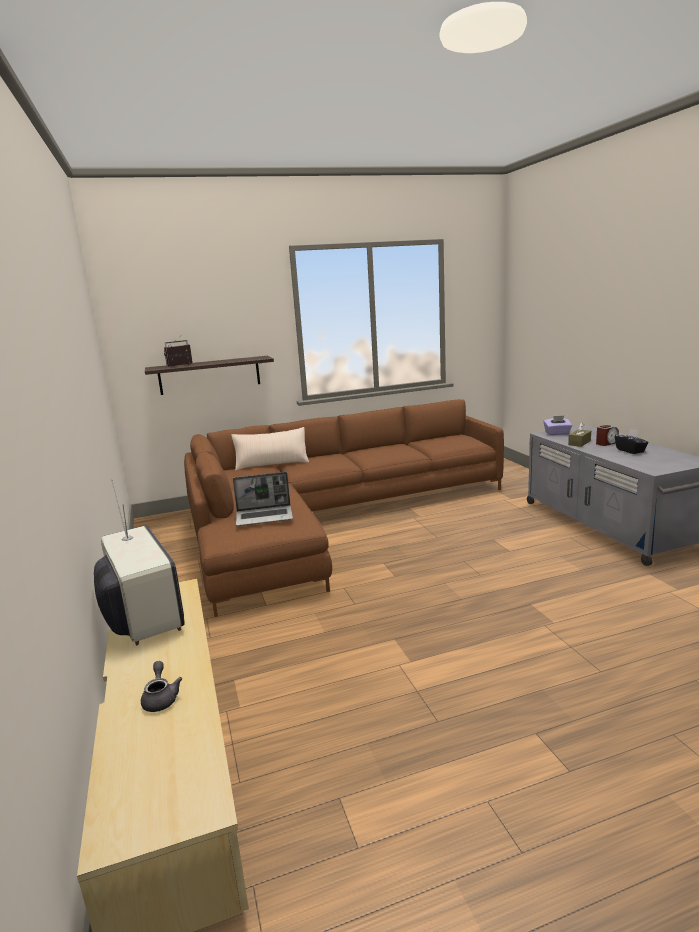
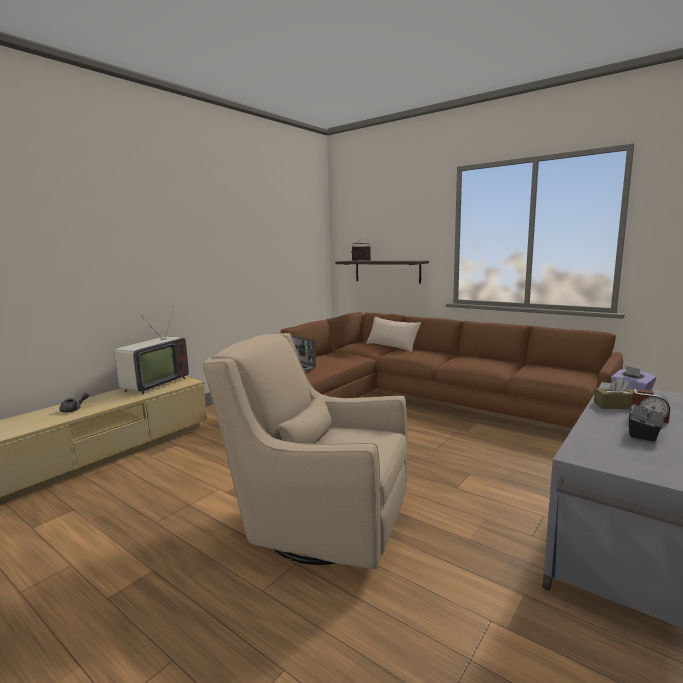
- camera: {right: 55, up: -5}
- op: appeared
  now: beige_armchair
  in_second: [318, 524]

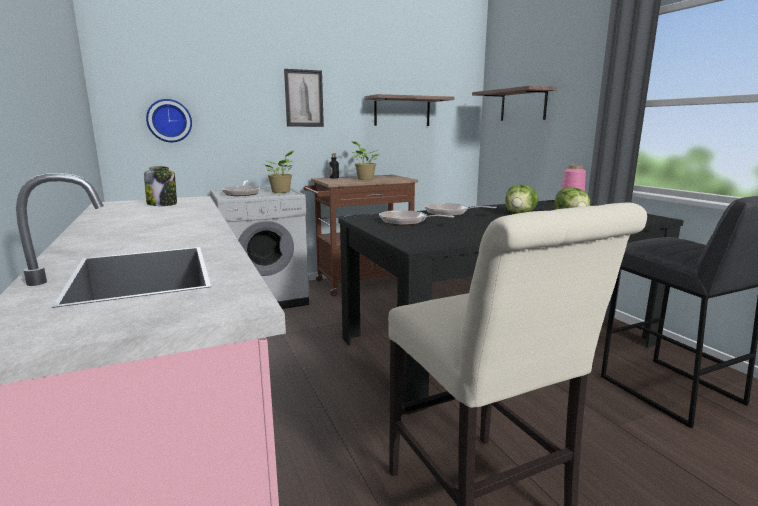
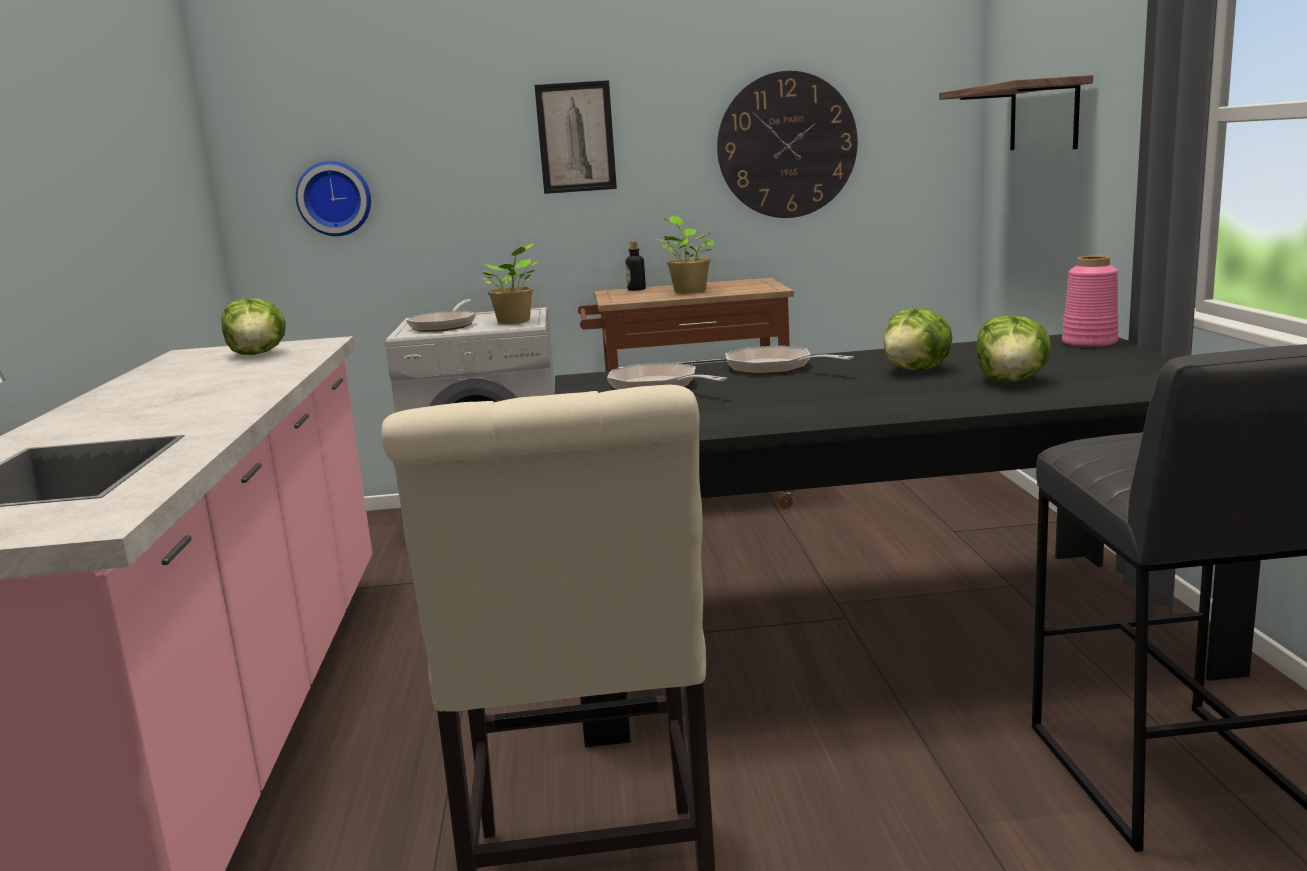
- camera: {right: 20, up: 0}
- op: exchanged
  was: jar
  now: lettuce
  in_first: [163, 204]
  in_second: [257, 354]
- op: exchanged
  was: shelf
  now: wall_clock
  in_first: [402, 111]
  in_second: [787, 145]

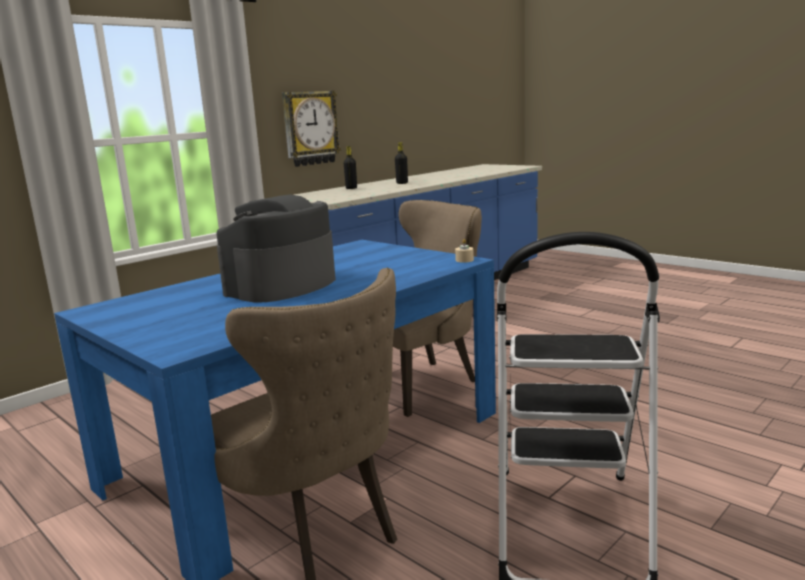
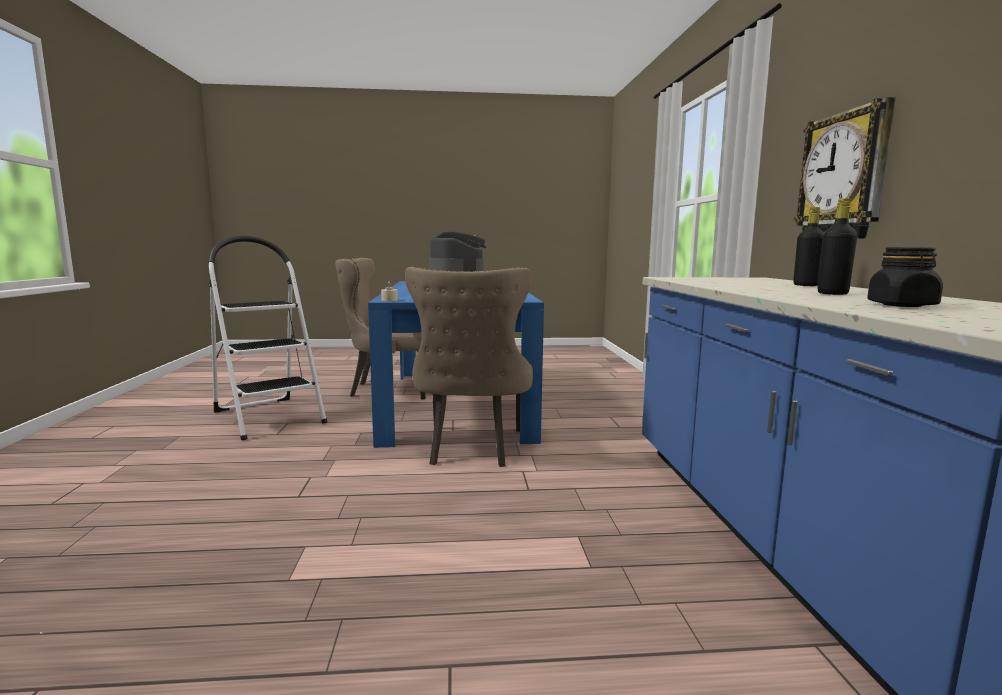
- camera: {right: 130, up: -5}
- op: appeared
  now: black_jar
  in_second: [902, 305]

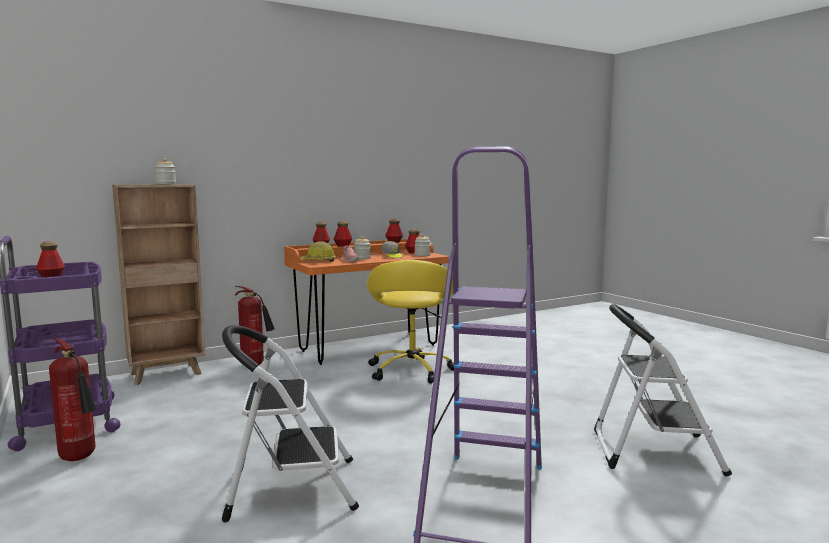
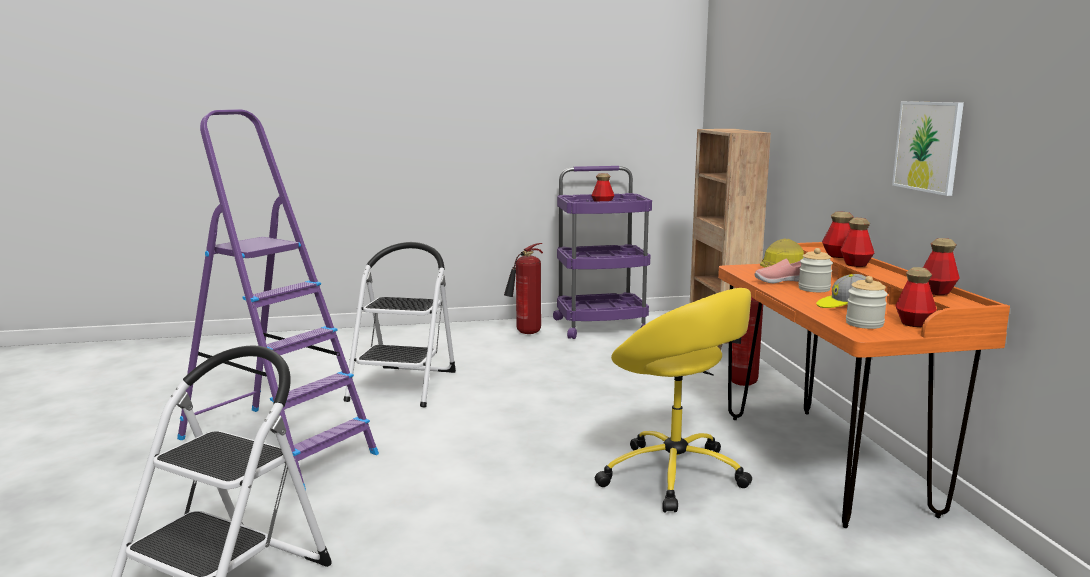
- camera: {right: 110, up: 5}
- op: spun
  was: yellow_office_chair
  in_first: [411, 371]
  in_second: [675, 476]
  clockwise: -150
- op: appeared
  now: picture
  in_second: [928, 146]
- op: missing
  was: jar
  in_first: [166, 184]

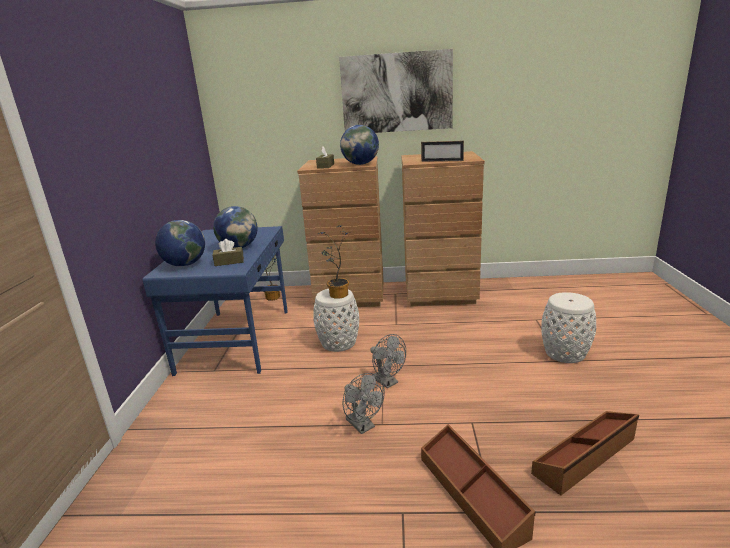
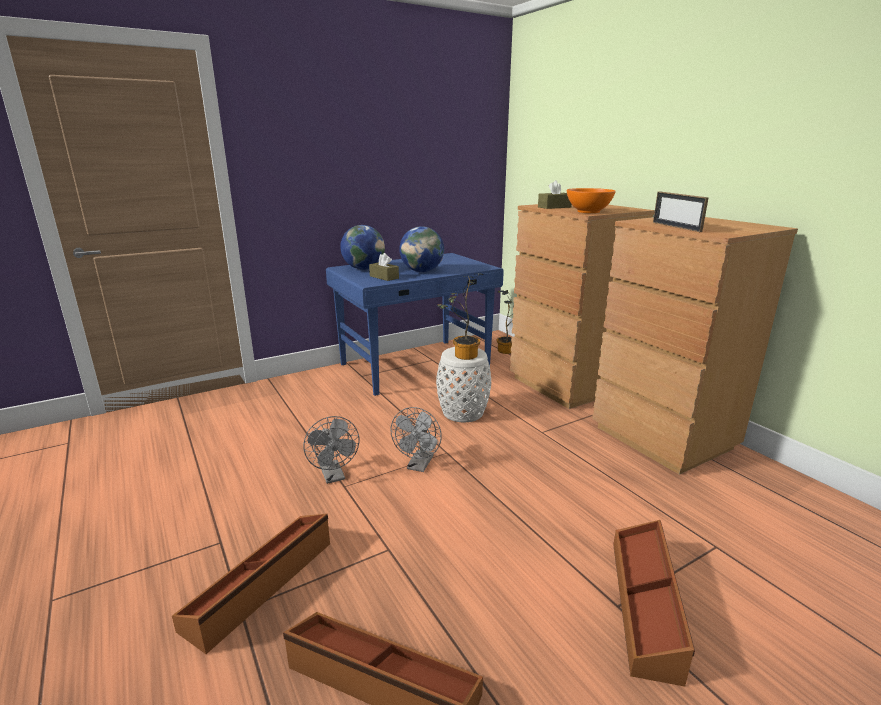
- camera: {right: 55, up: 0}
- op: spun
  was: grey_fan
  in_first: [363, 426]
  in_second: [334, 476]
  clockwise: -45
- op: exchanged
  was: globe
  now: orange_bowl
  in_first: [360, 164]
  in_second: [588, 212]
- op: exchanged
  was: white_stool
  now: brown_storage_box
  in_first: [565, 353]
  in_second: [646, 605]
- op: missing
  was: picture
  in_first: [396, 93]

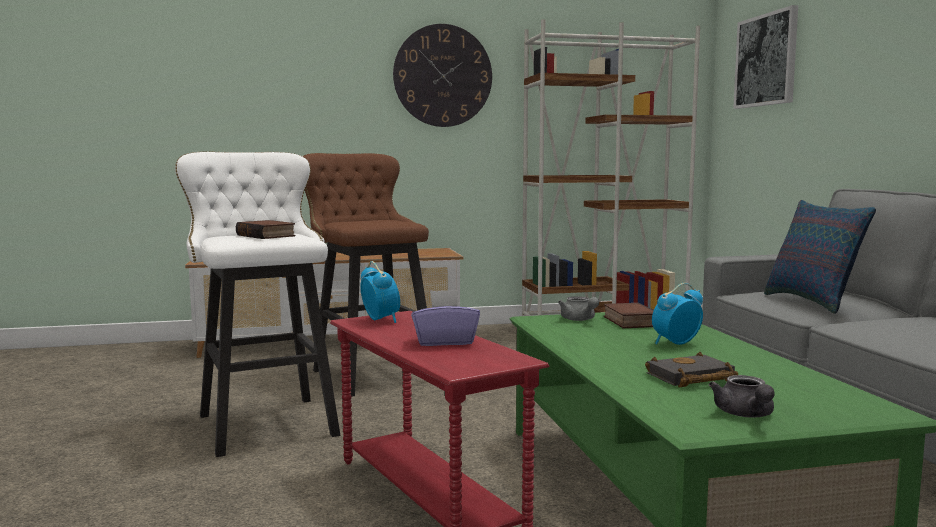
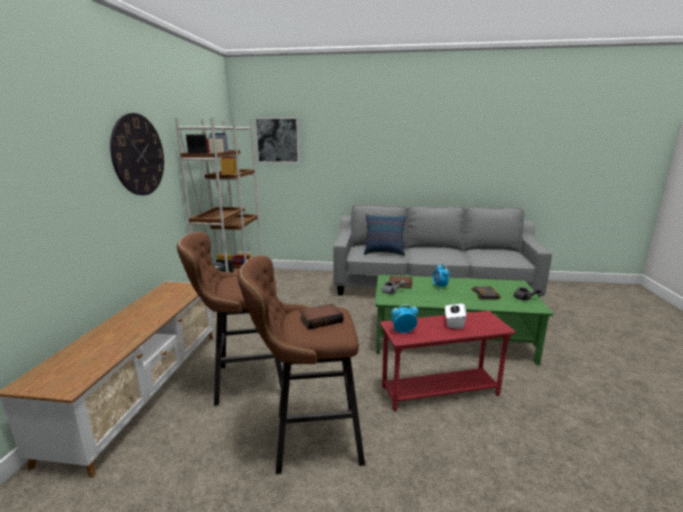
- camera: {right: -70, up: 10}
- op: colour
  was: white_stool
  now: brown_stool
  in_first: [264, 419]
  in_second: [305, 438]
- op: colour
  was: purple_tissue_box
  now: white_tissue_box
  in_first: [444, 341]
  in_second: [454, 323]

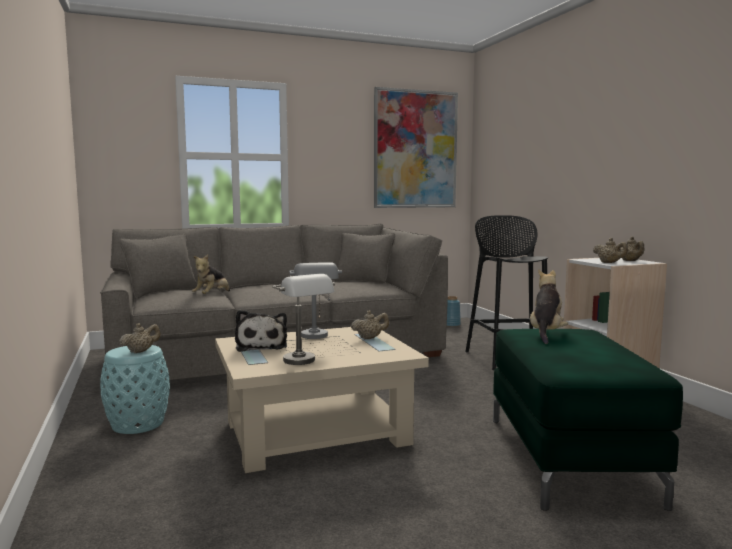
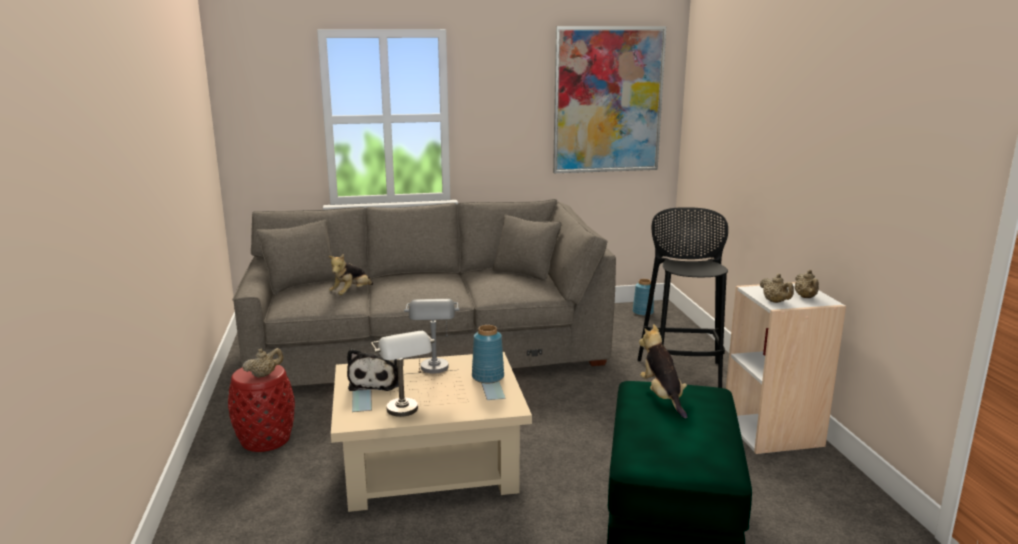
- camera: {right: 10, up: 10}
- op: colour
  was: turquoise_stool
  now: red_stool
  in_first: [138, 424]
  in_second: [266, 439]
- op: exchanged
  was: beige_teapot
  now: blue_vase
  in_first: [370, 338]
  in_second: [488, 377]
- op: spun
  was: plush_toy
  in_first: [546, 333]
  in_second: [662, 397]
  clockwise: -45

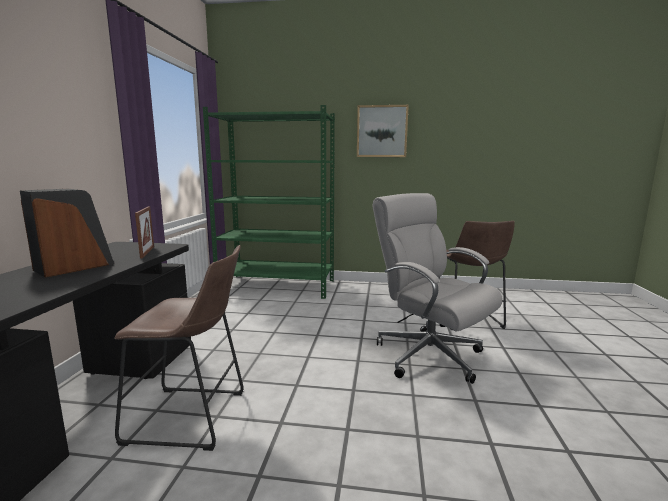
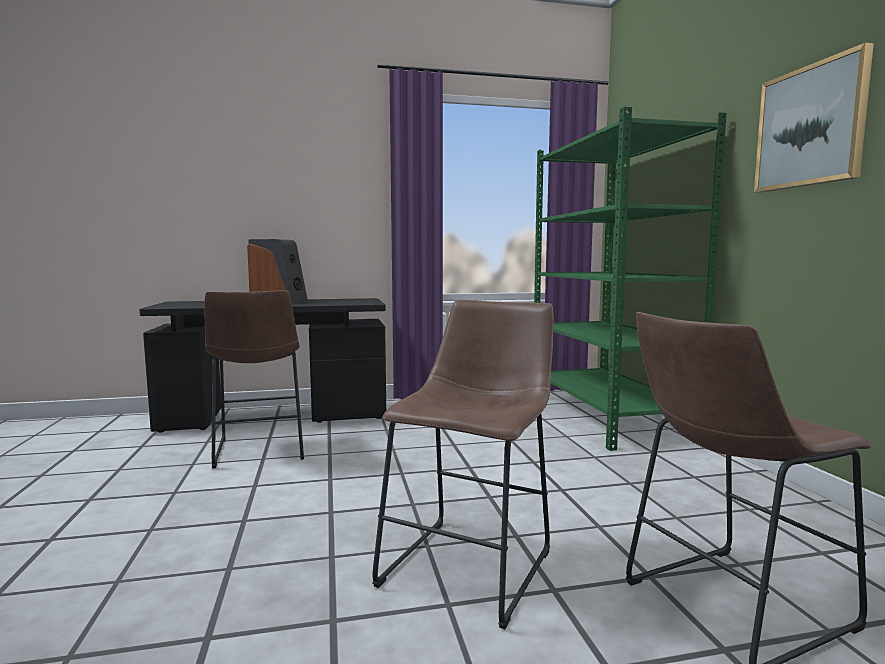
- camera: {right: 70, up: -5}
- op: exchanged
  was: grey_office_chair
  now: brown_stool
  in_first: [429, 356]
  in_second: [472, 563]
- op: missing
  was: picture_frame
  in_first: [147, 252]

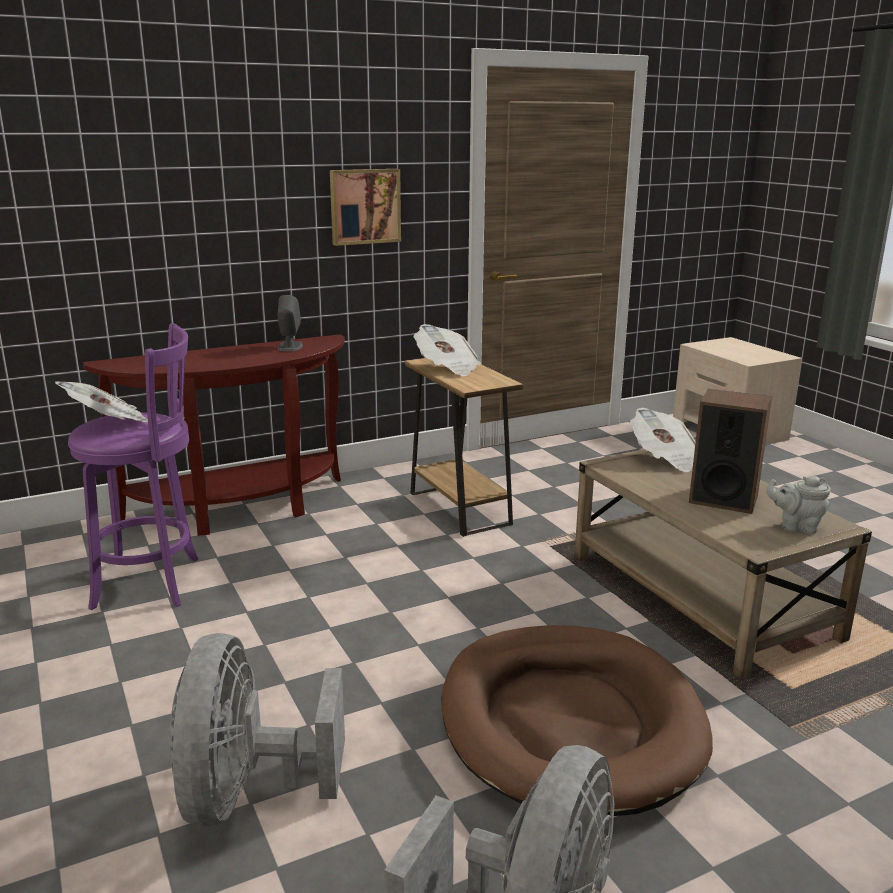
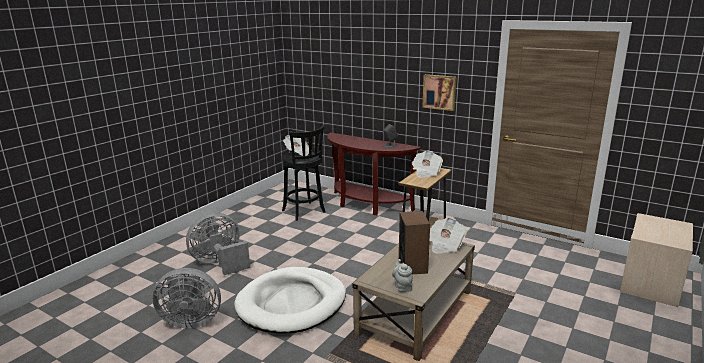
- camera: {right: 60, up: 0}
- op: colour
  was: brown_dog_bed
  now: white_dog_bed
  in_first: [569, 722]
  in_second: [292, 303]
- op: colour
  was: purple_stool
  now: black_stool
  in_first: [153, 583]
  in_second: [304, 212]

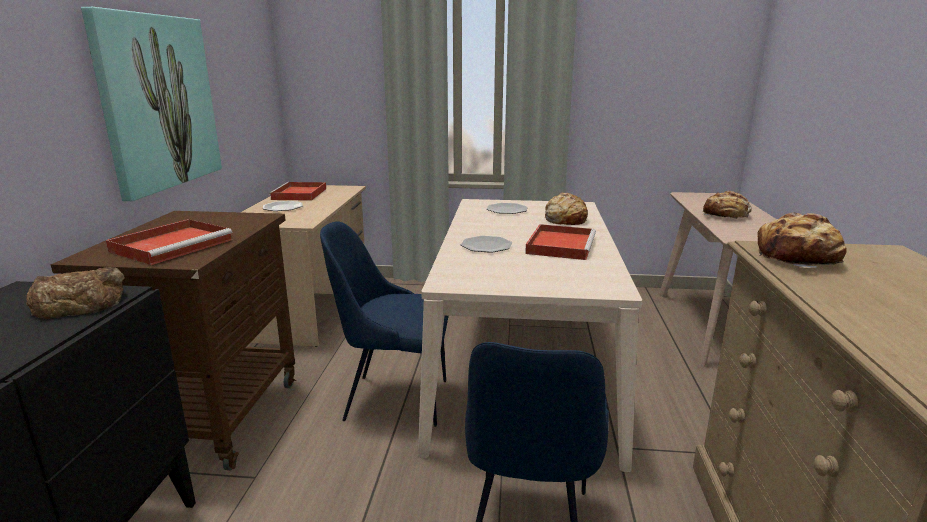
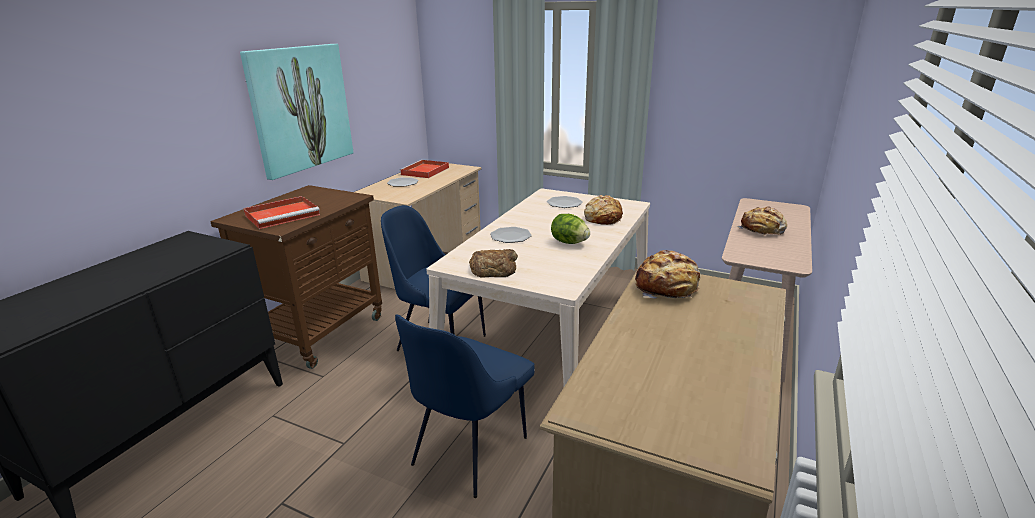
- camera: {right: 20, up: 5}
- op: relocated
  was: bread
  in_first: [80, 302]
  in_second: [493, 268]
- op: exchanged
  was: red_tray
  now: lettuce
  in_first: [560, 245]
  in_second: [569, 242]

